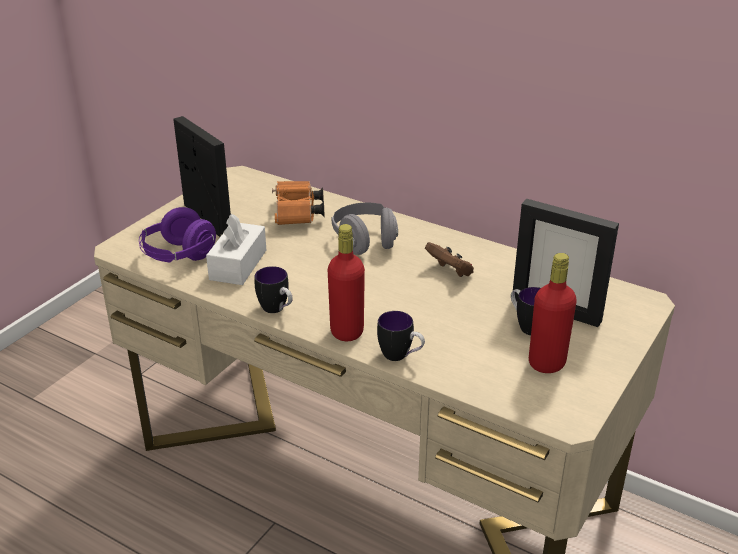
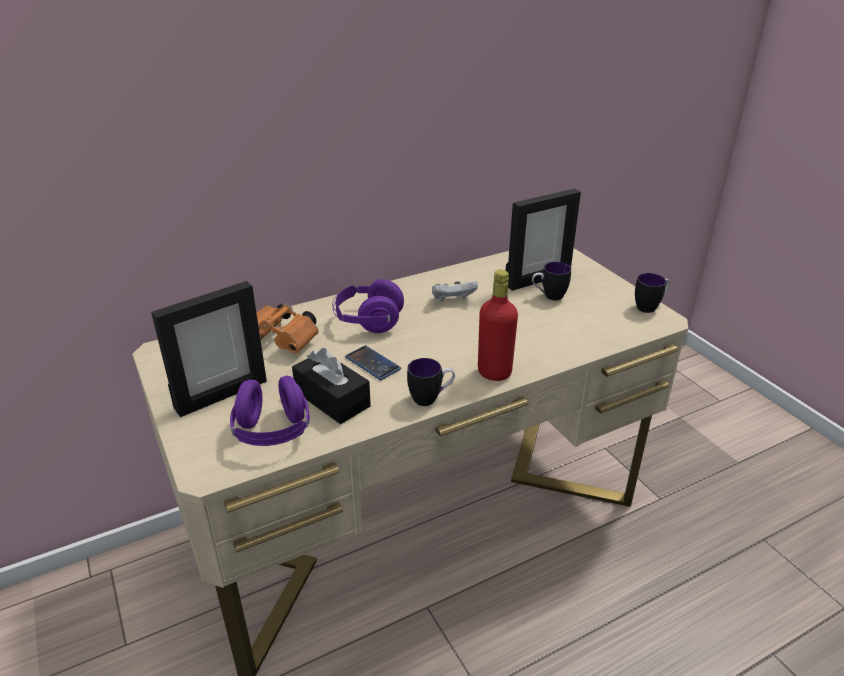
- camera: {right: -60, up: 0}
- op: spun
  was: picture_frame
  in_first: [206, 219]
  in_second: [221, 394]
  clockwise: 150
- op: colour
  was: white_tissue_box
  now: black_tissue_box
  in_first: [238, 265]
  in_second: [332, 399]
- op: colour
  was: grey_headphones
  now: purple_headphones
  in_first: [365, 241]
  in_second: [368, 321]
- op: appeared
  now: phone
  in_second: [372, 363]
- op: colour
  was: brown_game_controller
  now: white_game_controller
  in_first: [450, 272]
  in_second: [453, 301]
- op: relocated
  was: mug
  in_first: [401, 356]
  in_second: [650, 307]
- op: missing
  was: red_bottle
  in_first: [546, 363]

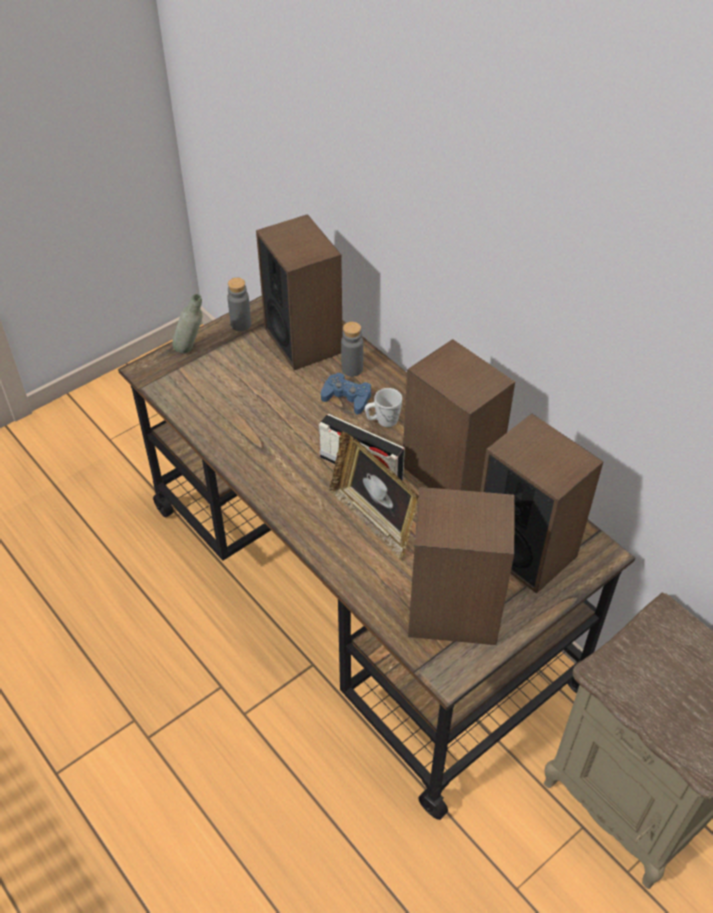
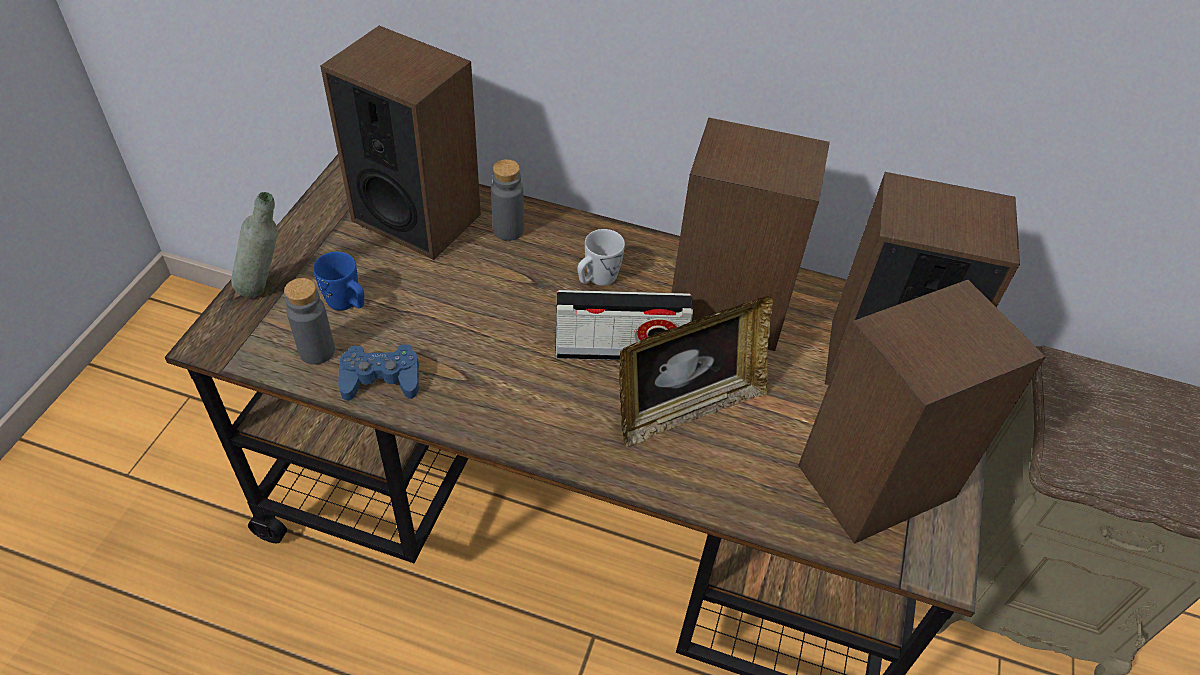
- camera: {right: -35, up: 0}
- op: relocated
  was: grey_bottle
  in_first: [241, 324]
  in_second: [317, 351]
- op: appeared
  now: blue_mug
  in_second: [347, 303]
- op: relocated
  was: blue_game_controller
  in_first: [347, 397]
  in_second: [381, 379]
- op: spun
  was: picture_frame
  in_first: [373, 519]
  in_second: [687, 408]
  clockwise: -45

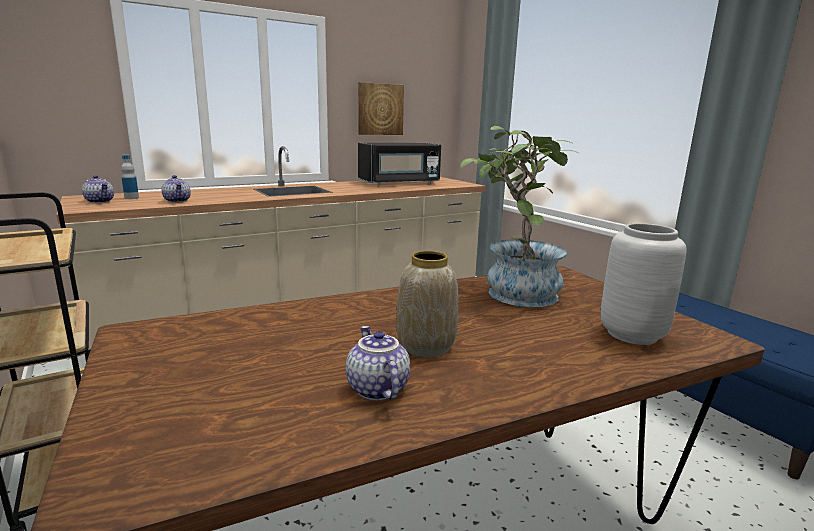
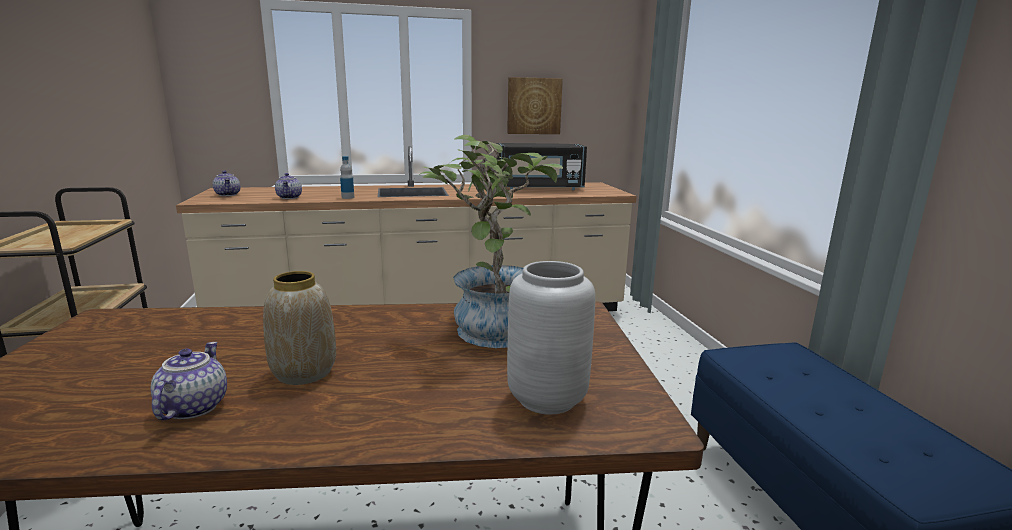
- camera: {right: 20, up: 0}
- op: relocated
  was: bottle
  in_first: [131, 198]
  in_second: [348, 197]

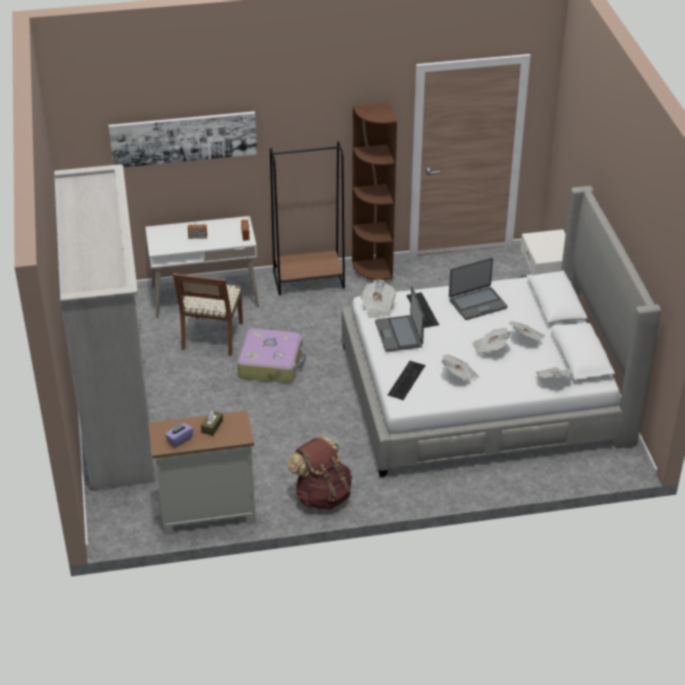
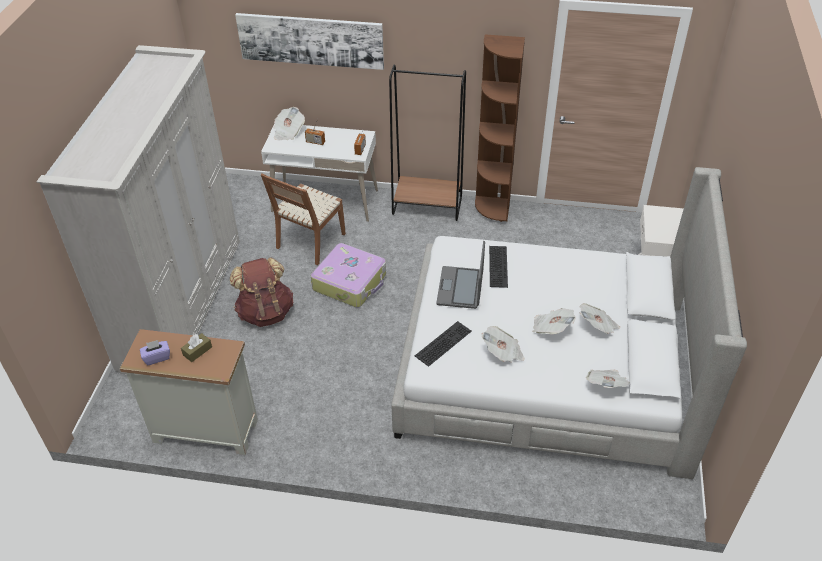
- camera: {right: 20, up: 5}
- op: relocated
  was: brown_backpack
  in_first: [322, 495]
  in_second: [265, 312]
- op: relocated
  was: newspaper
  in_first: [377, 307]
  in_second: [288, 132]
- op: missing
  was: laptop
  in_first: [477, 303]

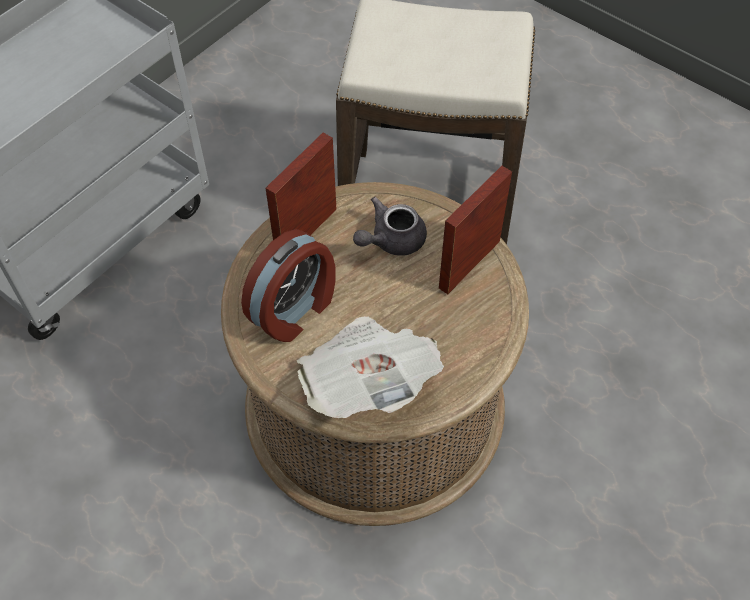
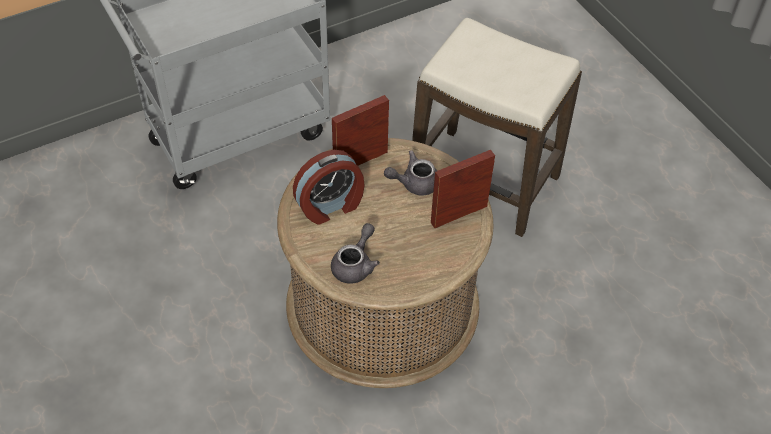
- camera: {right: 20, up: -5}
- op: exchanged
  was: newspaper
  now: grey_teapot
  in_first: [367, 382]
  in_second: [355, 264]

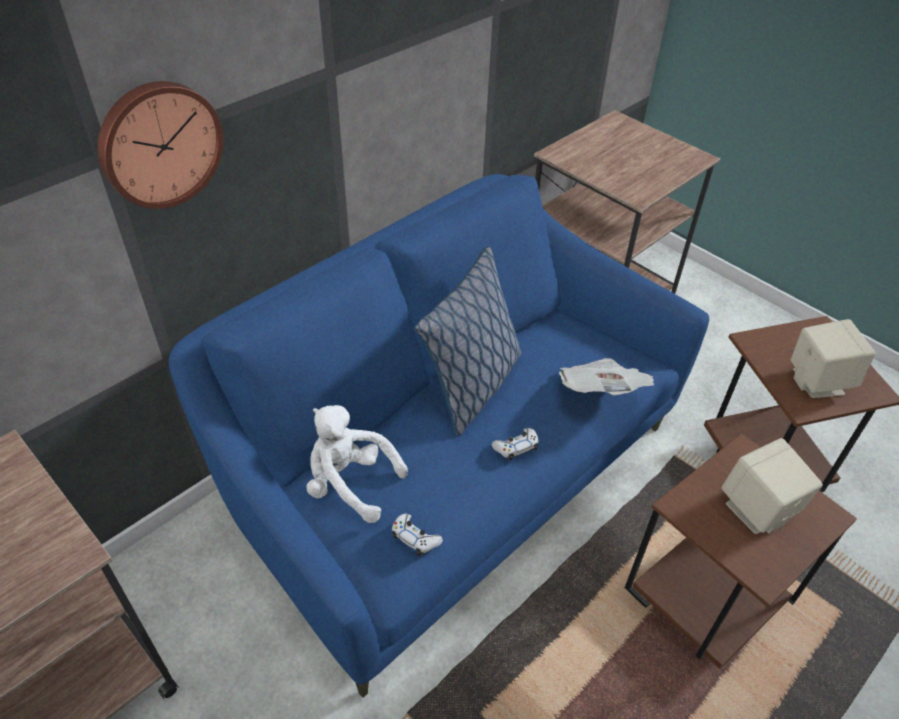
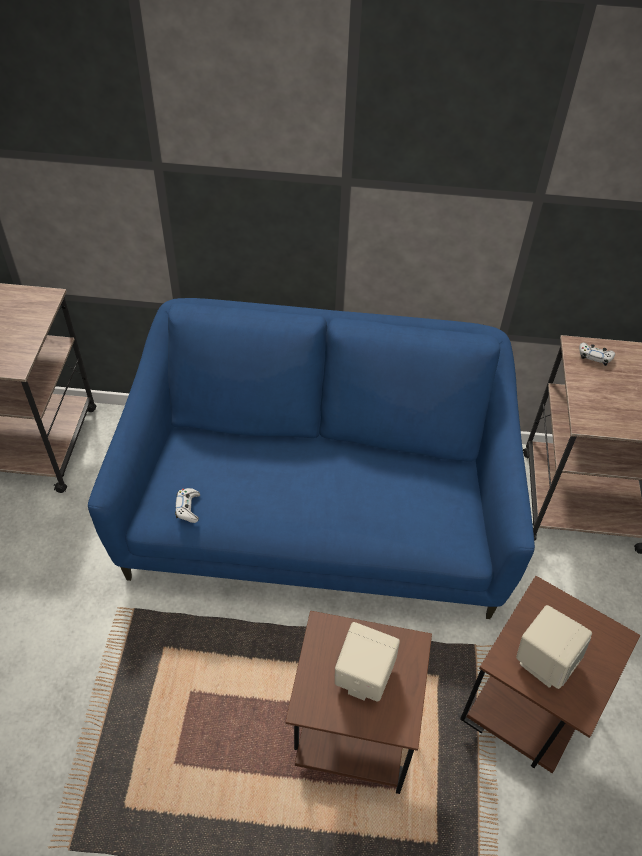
- camera: {right: 50, up: 5}
- op: relocated
  was: white_game_controller
  in_first: [516, 447]
  in_second: [594, 356]
- op: missing
  was: wall_clock
  in_first: [159, 143]
- op: missing
  was: white_plush_toy
  in_first: [350, 484]
- op: missing
  was: pillow
  in_first: [472, 387]
- op: missing
  was: newspaper
  in_first: [600, 393]

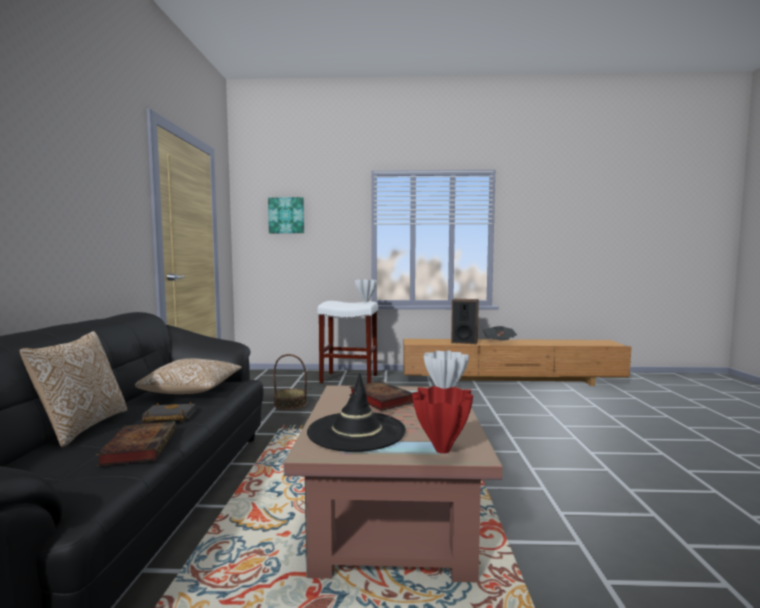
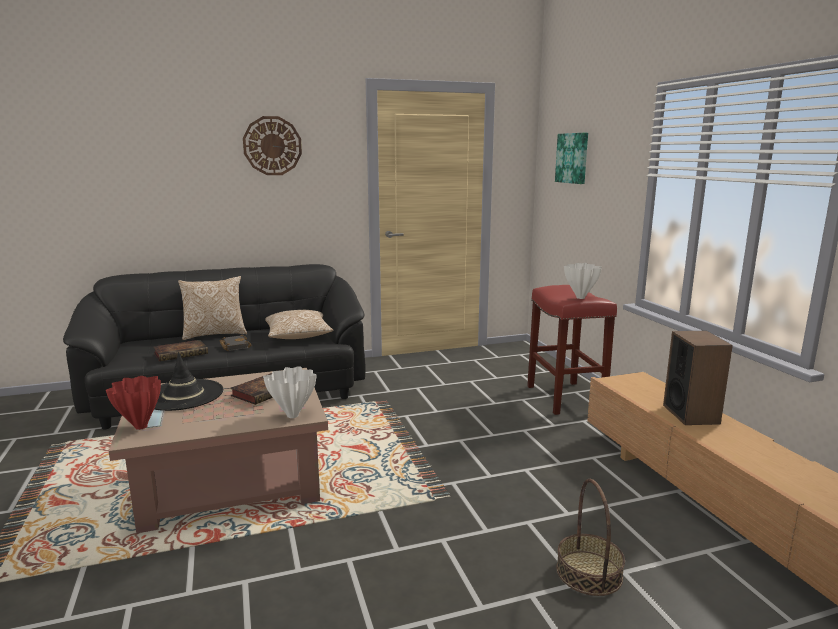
- camera: {right: 70, up: 10}
- op: appeared
  now: wall_clock
  in_second: [272, 146]
- op: colour
  was: white_stool
  now: red_stool
  in_first: [350, 379]
  in_second: [566, 398]
- op: relocated
  was: basket
  in_first: [290, 404]
  in_second: [589, 573]
- op: missing
  was: newspaper
  in_first: [499, 343]

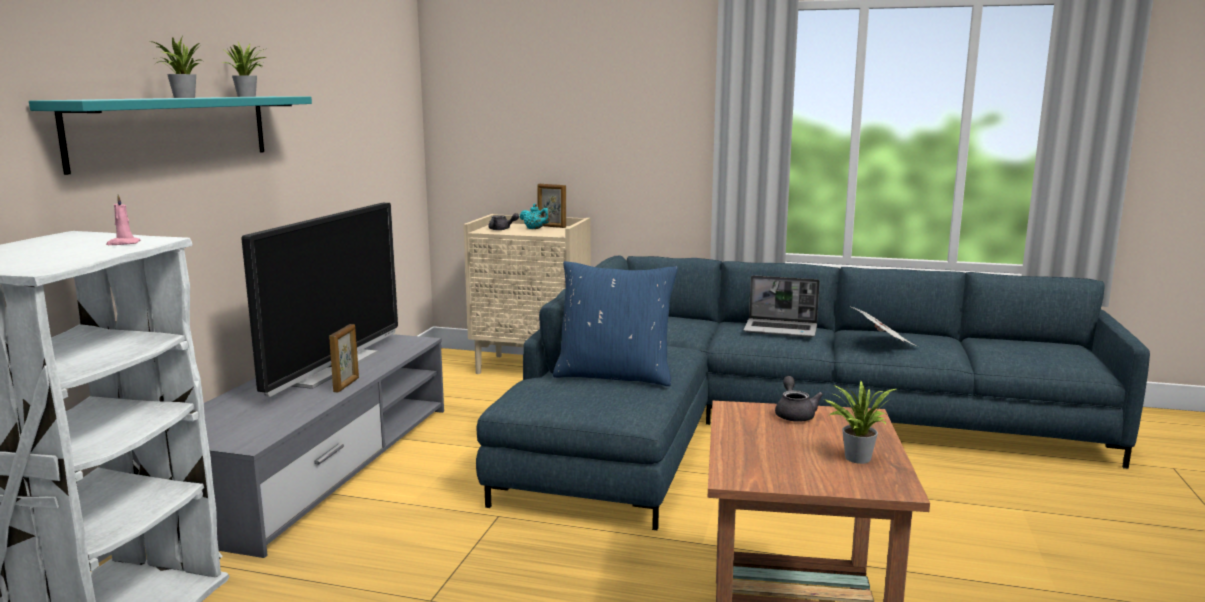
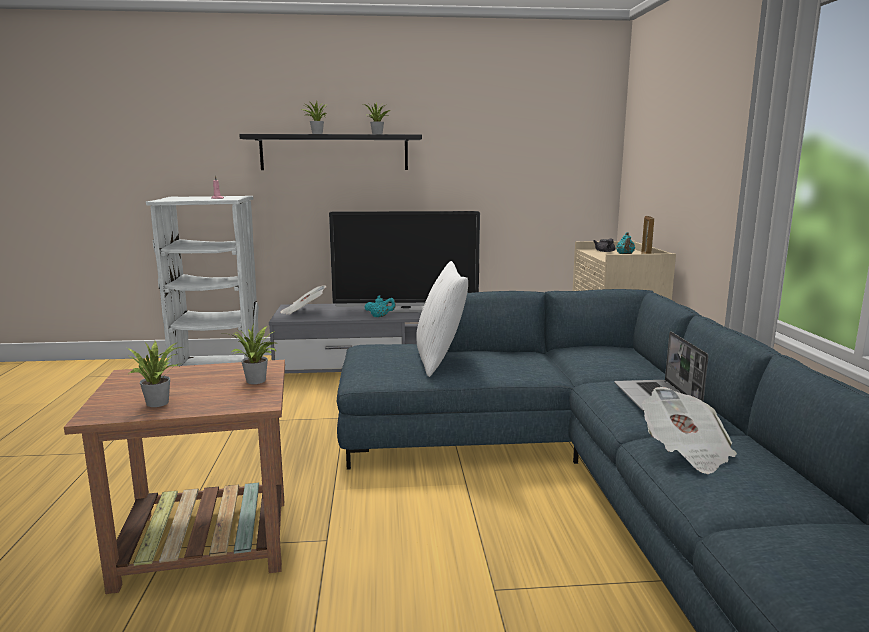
- camera: {right: 70, up: 0}
- op: exchanged
  was: grey_teapot
  now: potted_plant
  in_first: [794, 414]
  in_second: [257, 381]
- op: colour
  was: turquoise_shelf
  now: black_shelf
  in_first: [174, 130]
  in_second: [334, 152]
- op: appeared
  now: newspaper
  in_second: [303, 312]
- op: exchanged
  was: picture_frame
  now: turquoise_teapot
  in_first: [347, 385]
  in_second: [380, 316]
- op: colour
  was: blue_pillow
  now: white_pillow
  in_first: [615, 375]
  in_second: [439, 360]

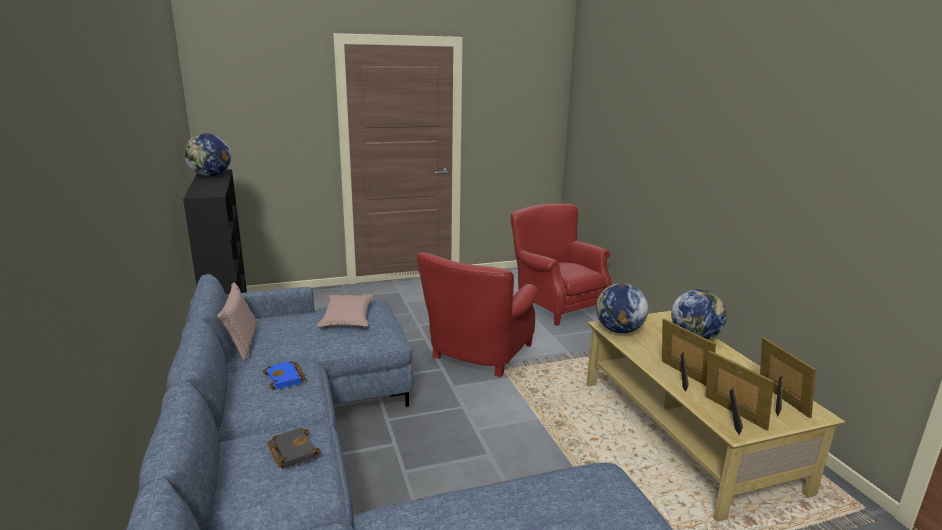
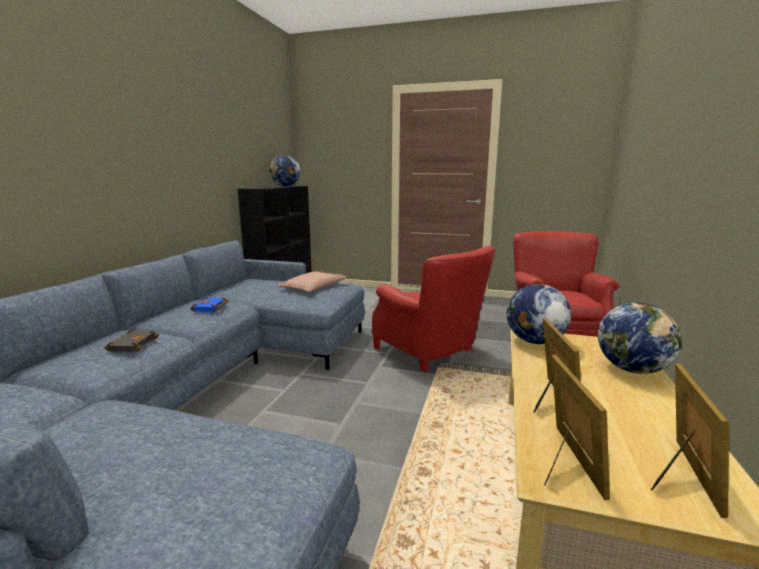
- camera: {right: 35, up: -5}
- op: spun
  was: red_armchair
  in_first: [478, 355]
  in_second: [429, 352]
  clockwise: -105
- op: missing
  was: beige_pillow
  in_first: [242, 342]

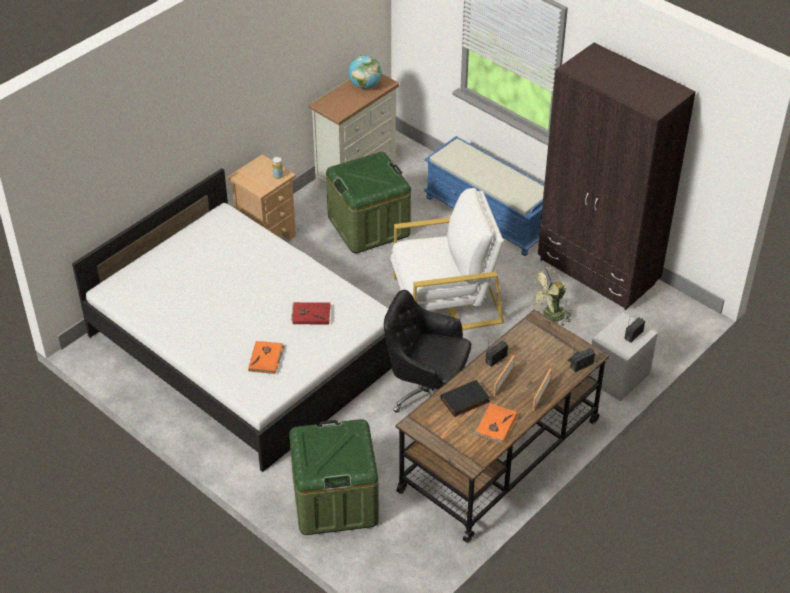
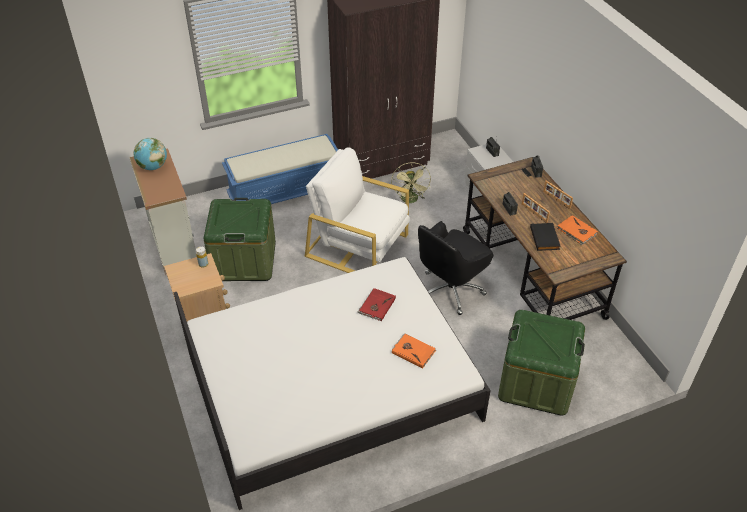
- camera: {right: -65, up: 0}
- op: spun
  was: white_armchair
  in_first: [446, 299]
  in_second: [358, 246]
  clockwise: -75

